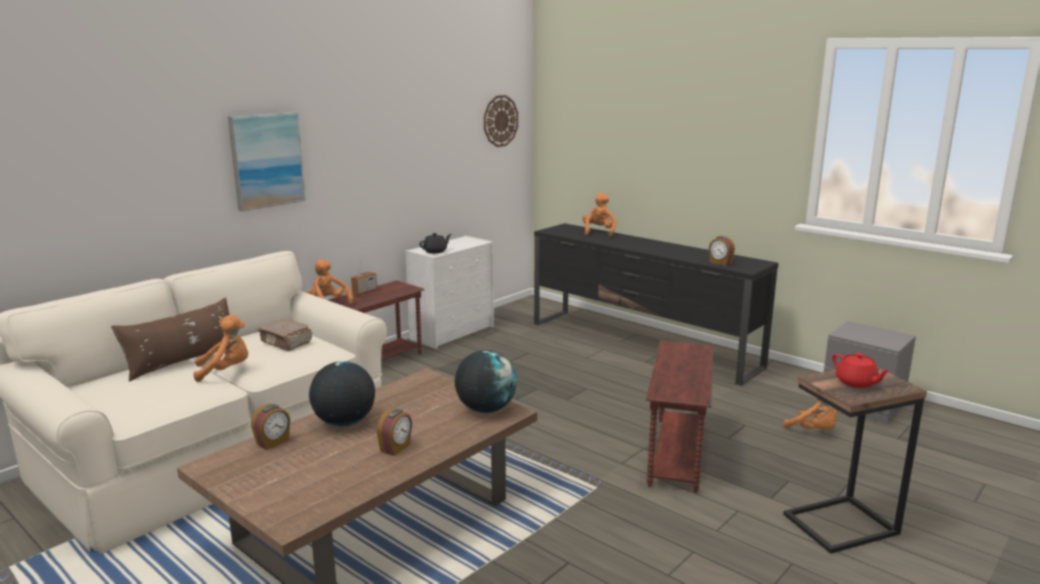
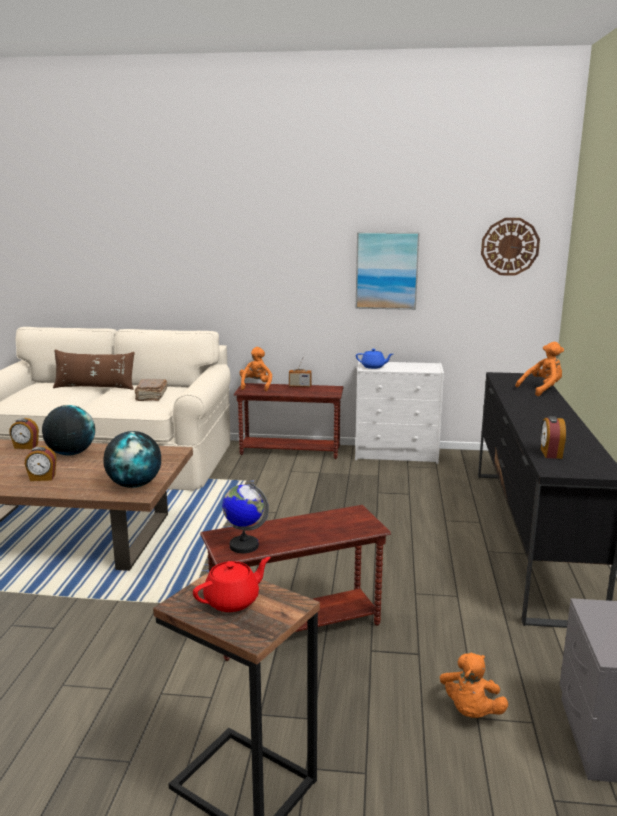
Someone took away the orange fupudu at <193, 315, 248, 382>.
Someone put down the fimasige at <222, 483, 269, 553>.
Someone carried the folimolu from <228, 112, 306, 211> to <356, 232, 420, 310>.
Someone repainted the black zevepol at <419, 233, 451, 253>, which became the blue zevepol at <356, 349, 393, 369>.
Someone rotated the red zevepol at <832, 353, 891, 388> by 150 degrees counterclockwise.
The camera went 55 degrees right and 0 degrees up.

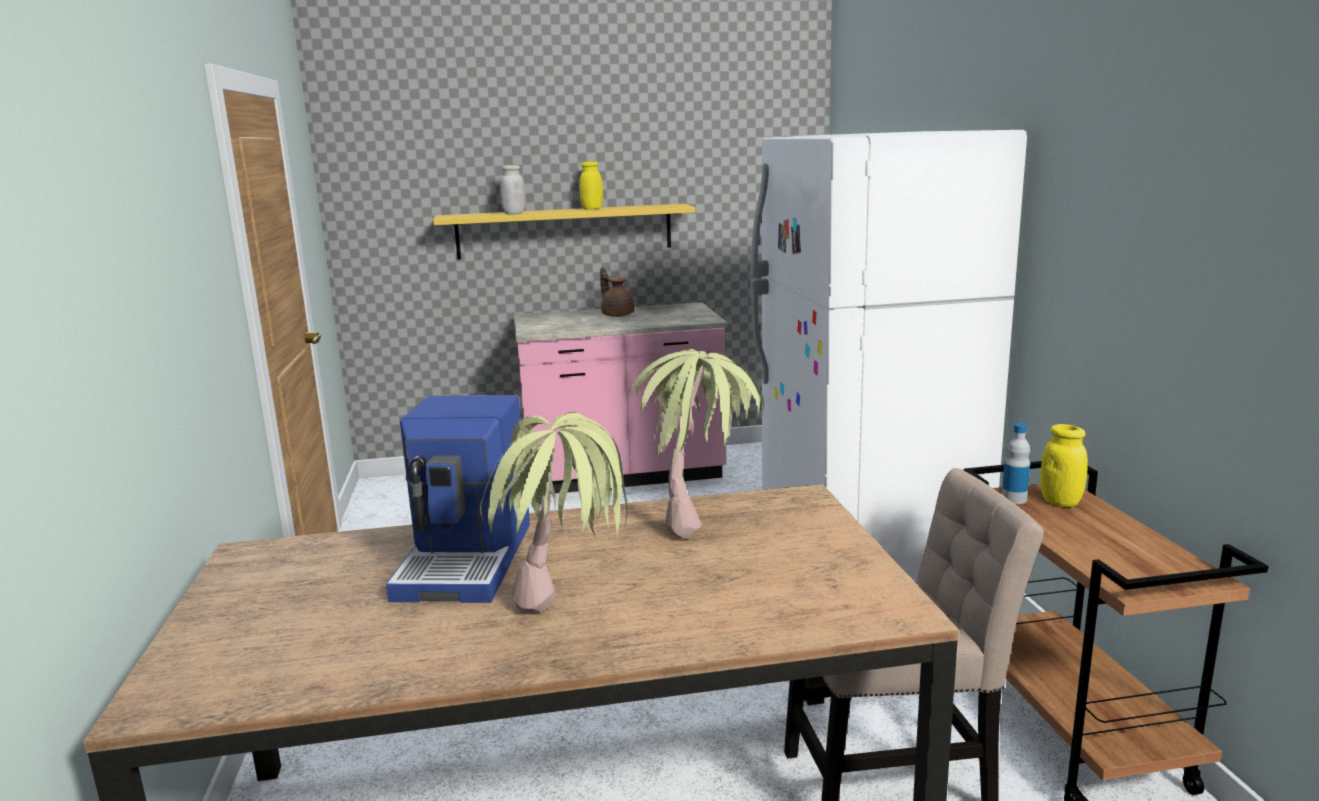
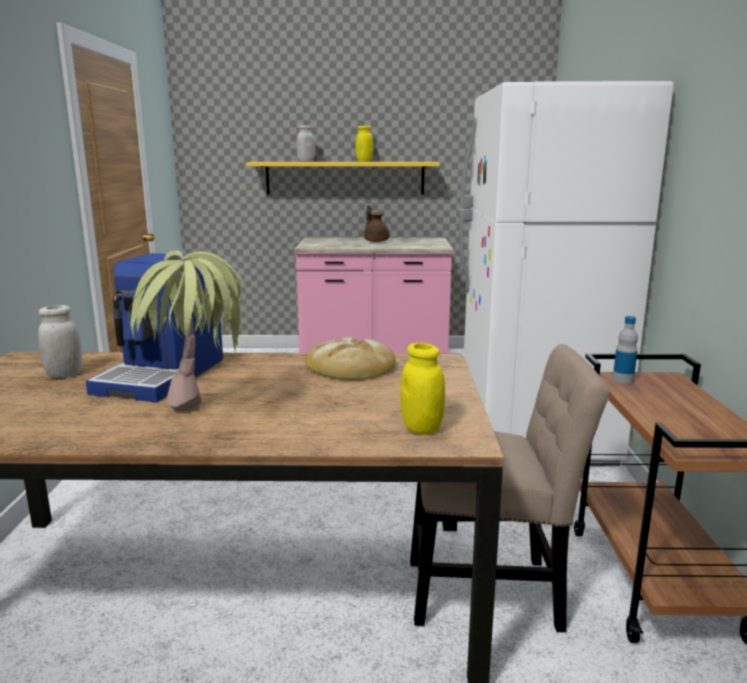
Someone put down the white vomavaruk at <38, 305, 82, 378>.
Someone carried the yellow vomavaruk from <1040, 424, 1088, 507> to <400, 343, 445, 435>.
Someone swapped the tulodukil at <627, 349, 764, 539> for the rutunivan at <305, 337, 396, 380>.
The camera went 10 degrees right and 0 degrees up.

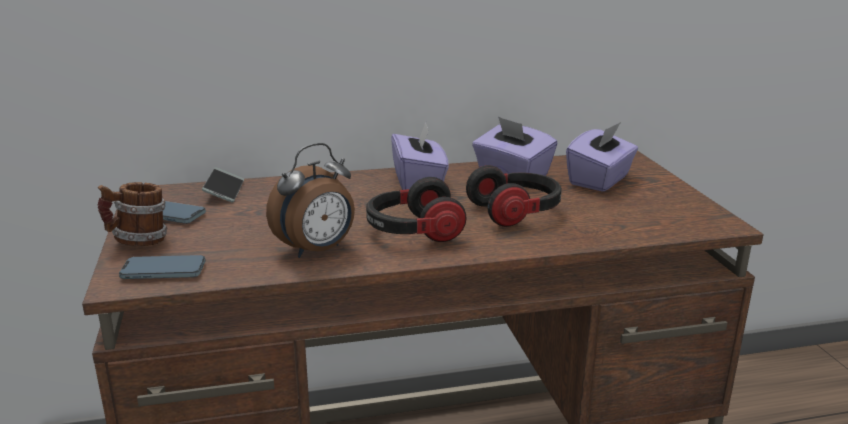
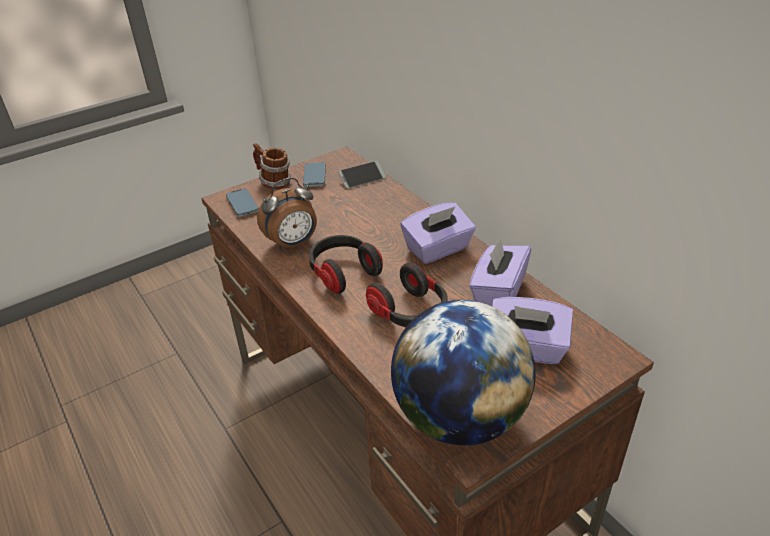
Someone put down the fimasige at <391, 300, 535, 445>.
Someone rotated the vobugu at <266, 143, 355, 258> by 60 degrees counterclockwise.
The camera went 70 degrees right and 15 degrees up.

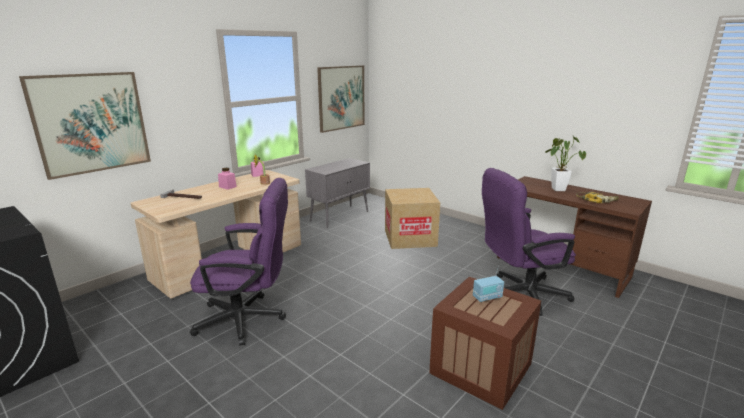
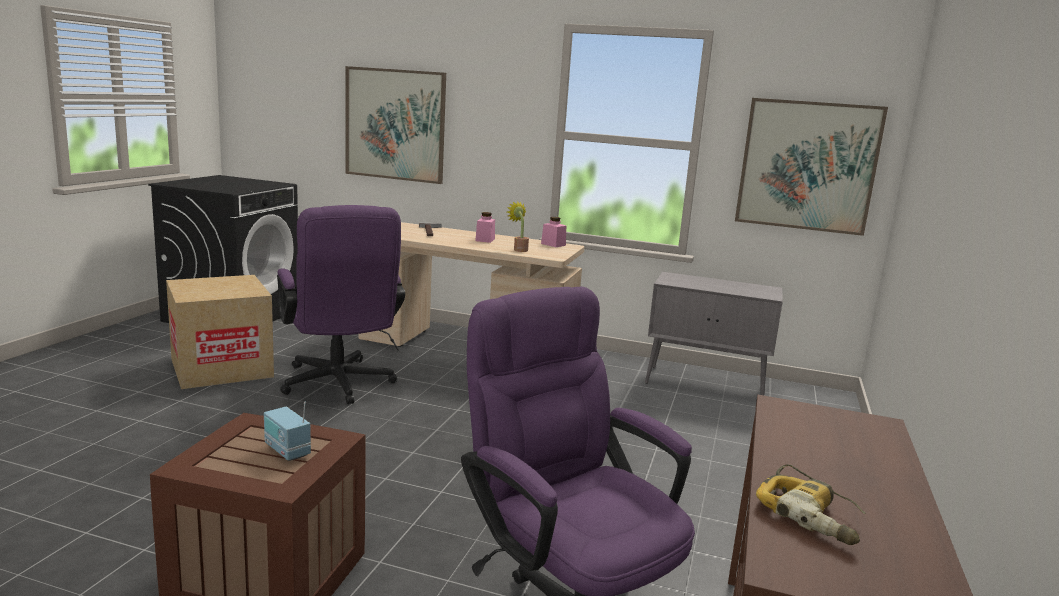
Someone took away the tulodukil at <545, 136, 586, 191>.
Someone carried the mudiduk from <385, 188, 440, 249> to <166, 275, 274, 389>.
The camera went 65 degrees right and 5 degrees down.

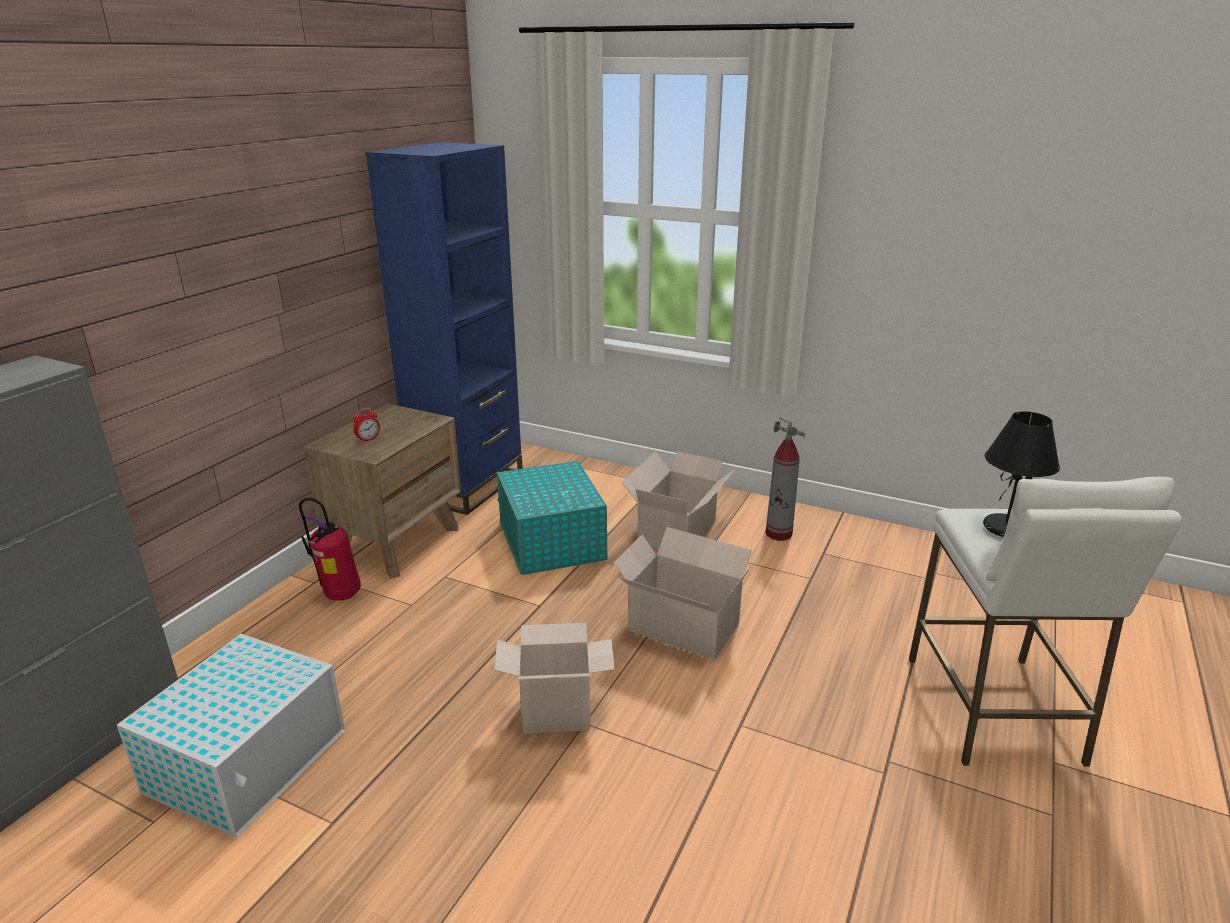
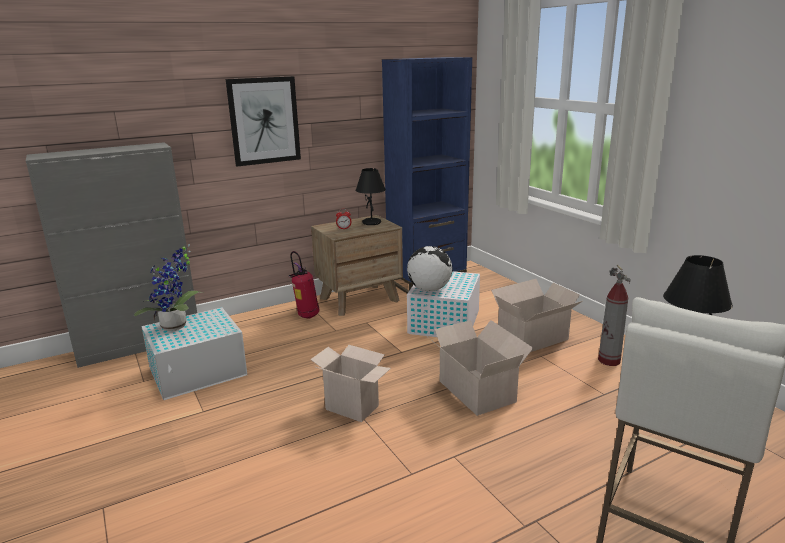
Someone put down the tulodukil at <134, 244, 203, 331>.
Someone put up the folimolu at <226, 76, 301, 167>.
Someone put down the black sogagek at <355, 168, 386, 225>.
Someone put down the fimasige at <407, 246, 452, 291>.
Someone repainted the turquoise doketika at <497, 461, 607, 575>, which became the white doketika at <407, 271, 480, 337>.
The camera went 35 degrees right and 5 degrees down.

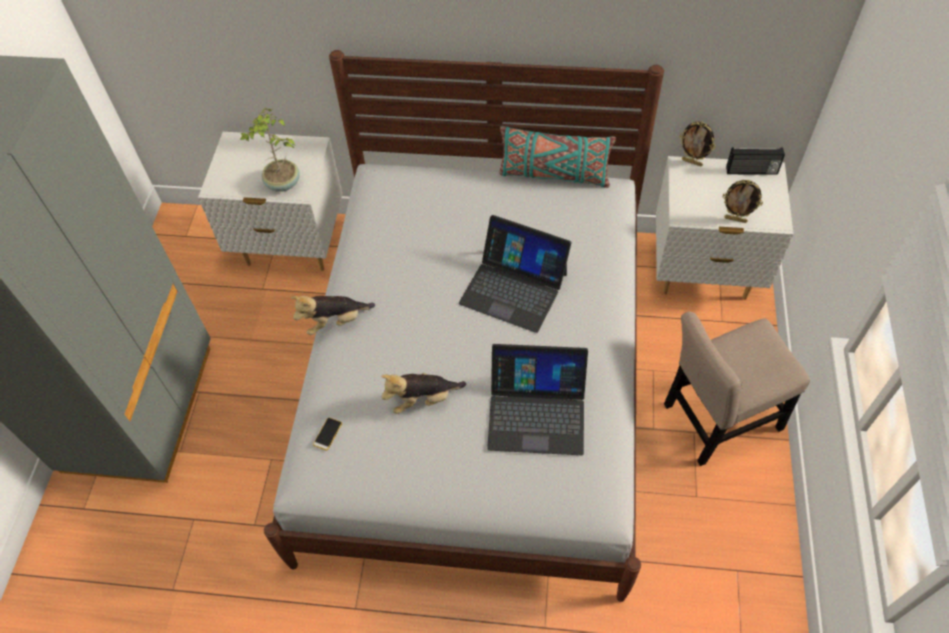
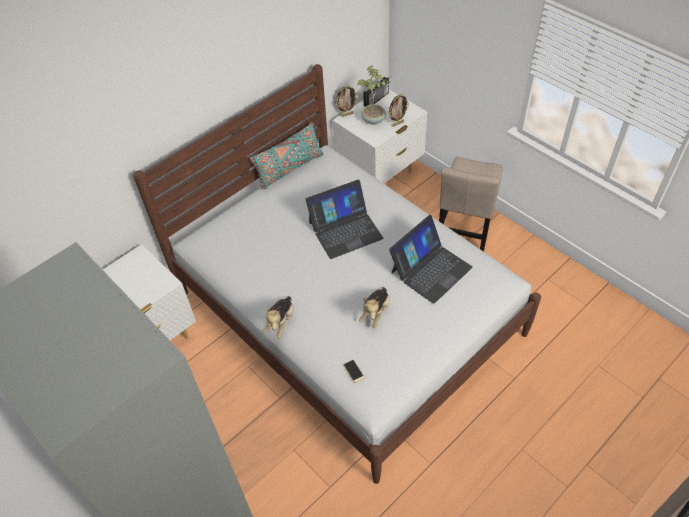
Someone carried the tulodukil from <240, 107, 300, 192> to <357, 65, 393, 125>.
The camera went 50 degrees left and 5 degrees down.

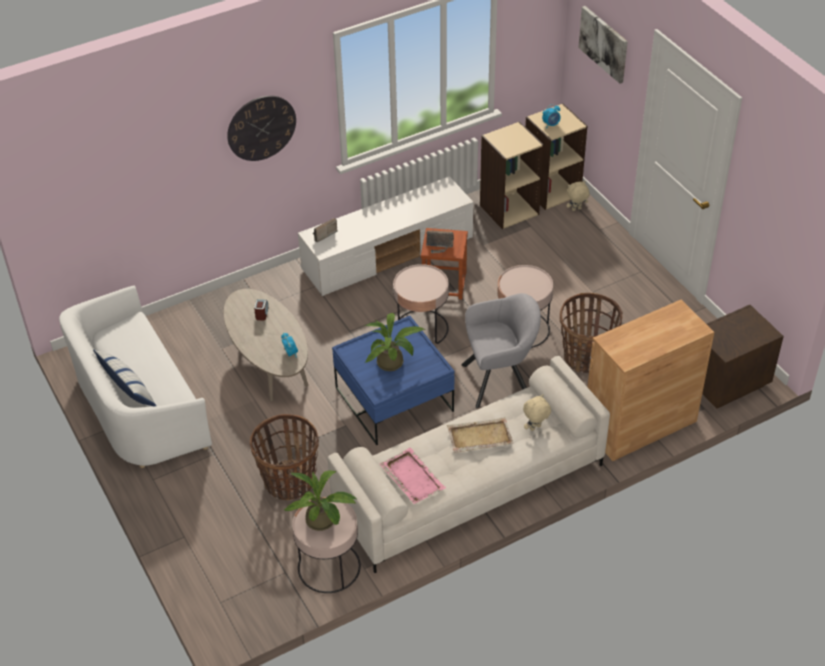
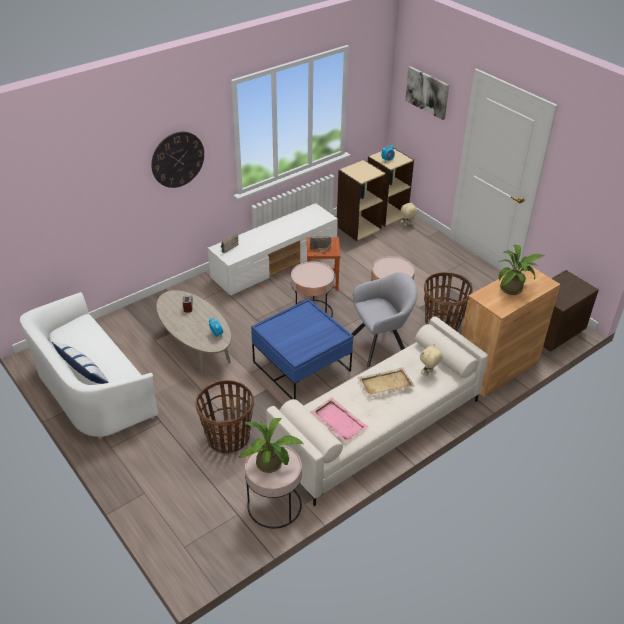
Someone carried the tulodukil from <365, 313, 425, 371> to <499, 245, 544, 295>.
The camera went 10 degrees left and 5 degrees down.

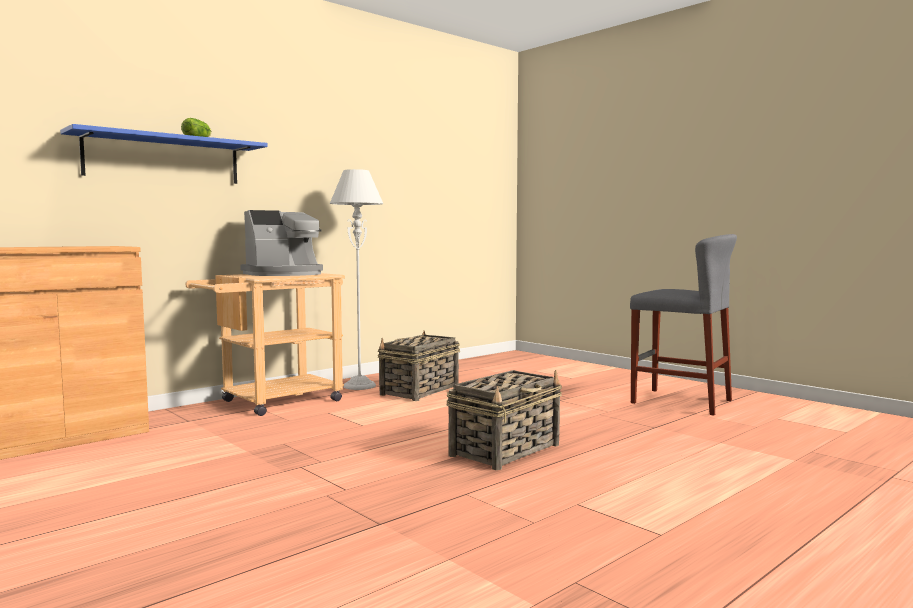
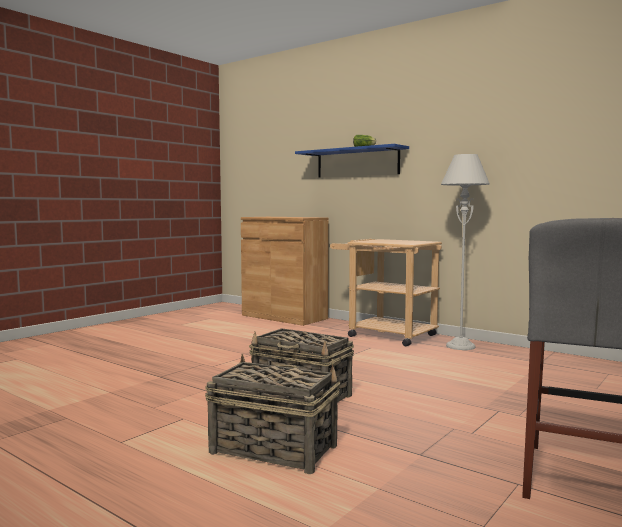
Someone took away the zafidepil at <240, 210, 323, 276>.
Someone carried the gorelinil from <378, 331, 460, 401> to <205, 354, 340, 474>.
The camera went 80 degrees right and 0 degrees up.

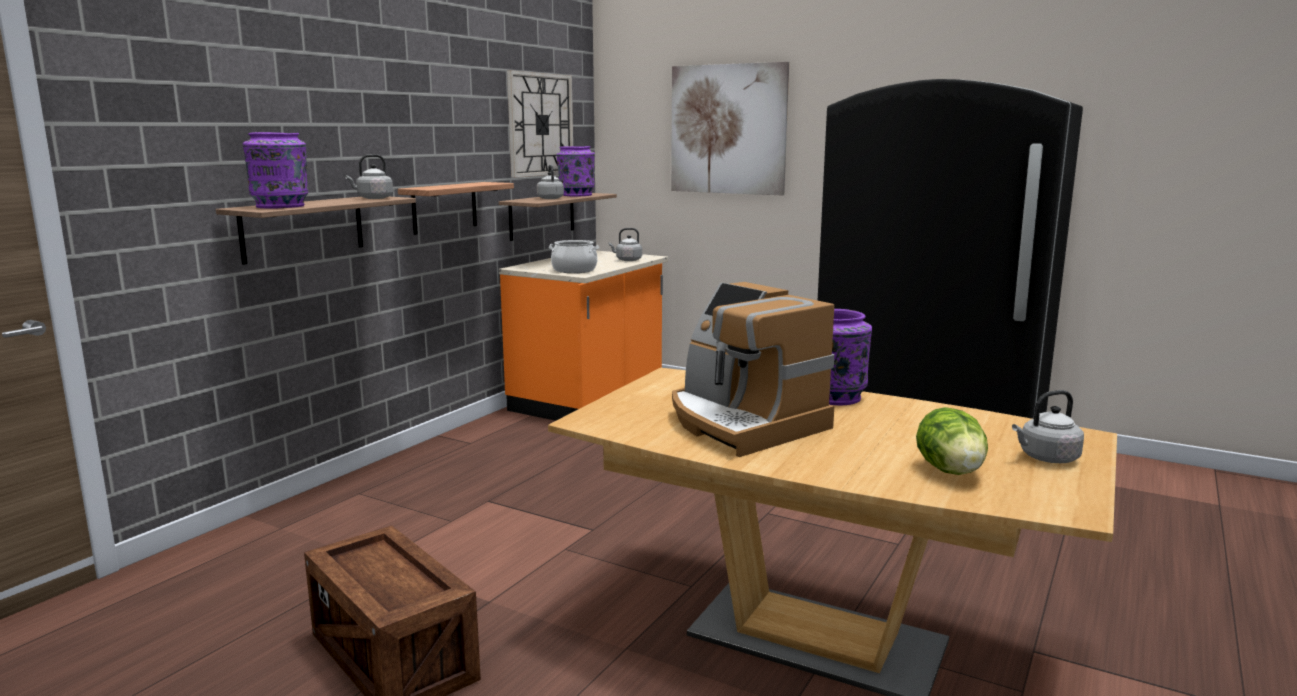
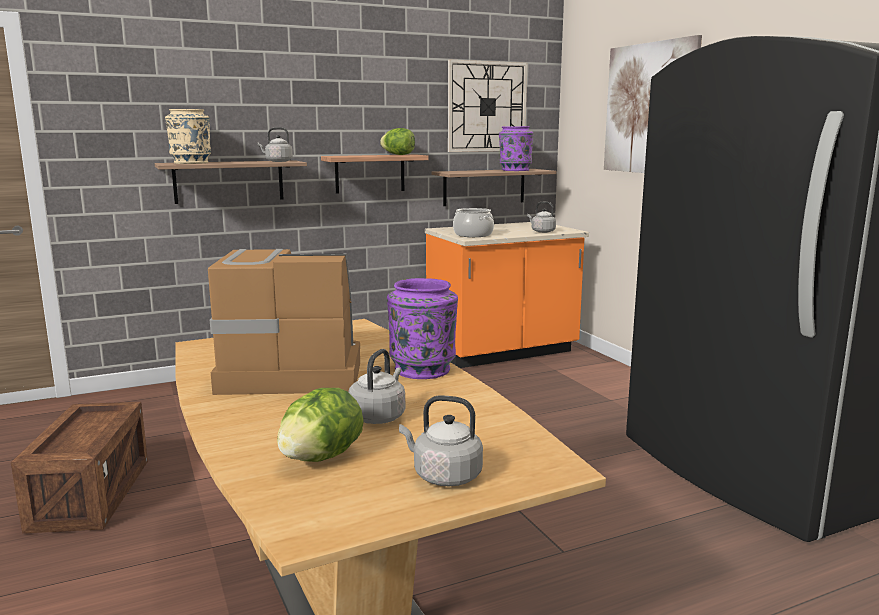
Someone put down the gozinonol at <380, 128, 415, 155>.
Someone carried the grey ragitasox from <537, 165, 564, 199> to <348, 349, 405, 424>.
Someone repainted the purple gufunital at <243, 132, 308, 209>, which became the beige gufunital at <165, 109, 211, 164>.
Someone rotated the zafidepil at <672, 282, 834, 457> by 90 degrees clockwise.
The camera went 35 degrees right and 0 degrees up.

